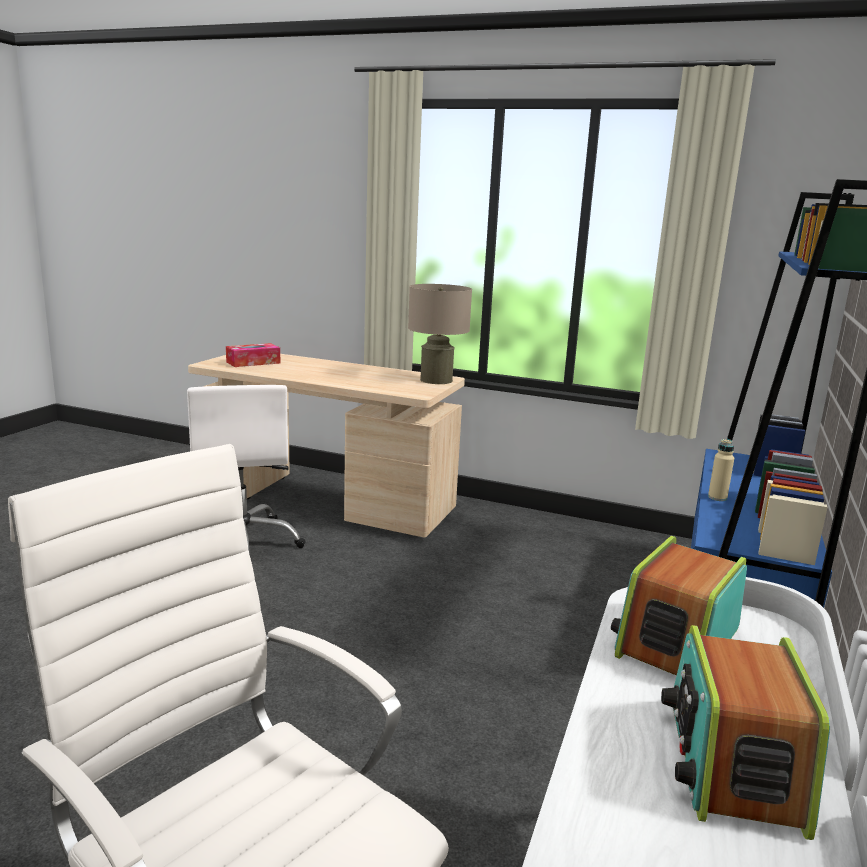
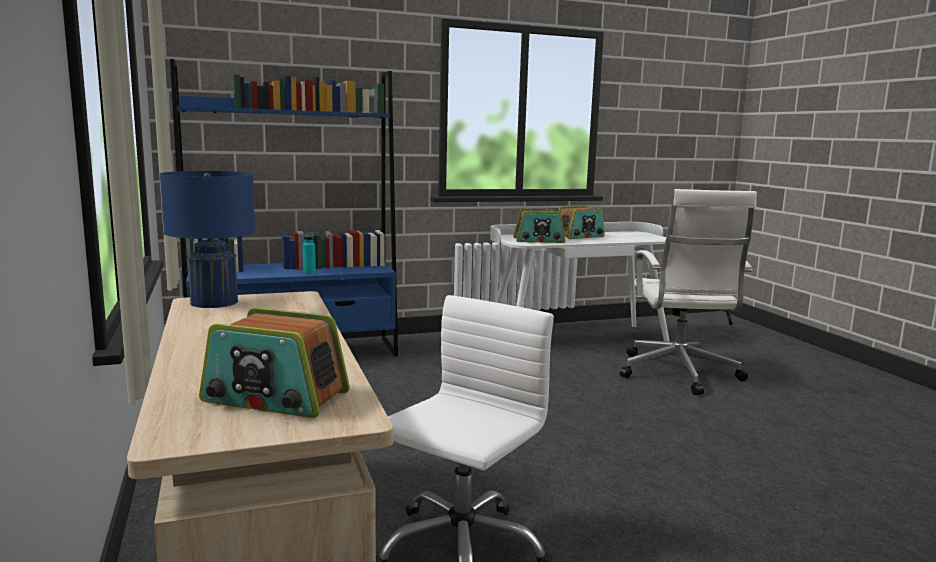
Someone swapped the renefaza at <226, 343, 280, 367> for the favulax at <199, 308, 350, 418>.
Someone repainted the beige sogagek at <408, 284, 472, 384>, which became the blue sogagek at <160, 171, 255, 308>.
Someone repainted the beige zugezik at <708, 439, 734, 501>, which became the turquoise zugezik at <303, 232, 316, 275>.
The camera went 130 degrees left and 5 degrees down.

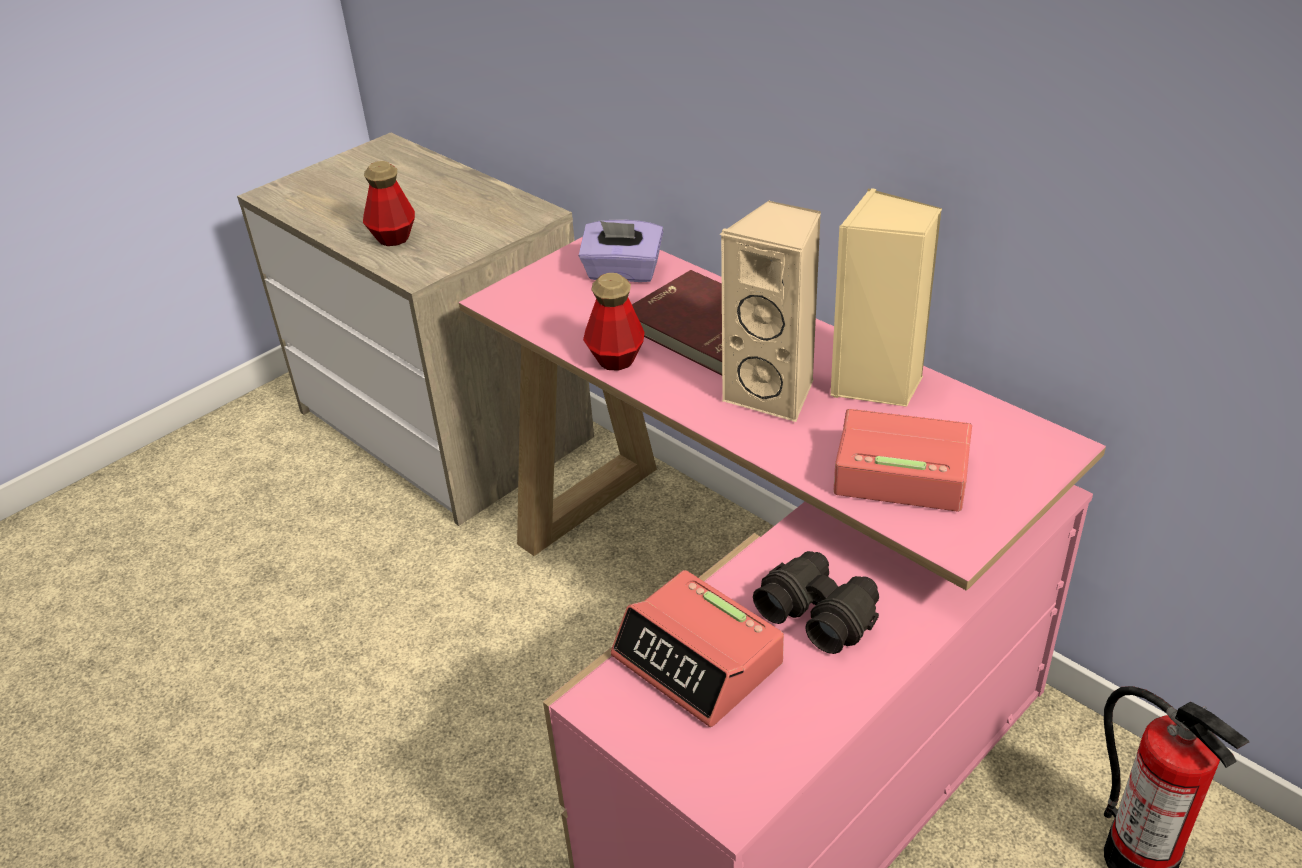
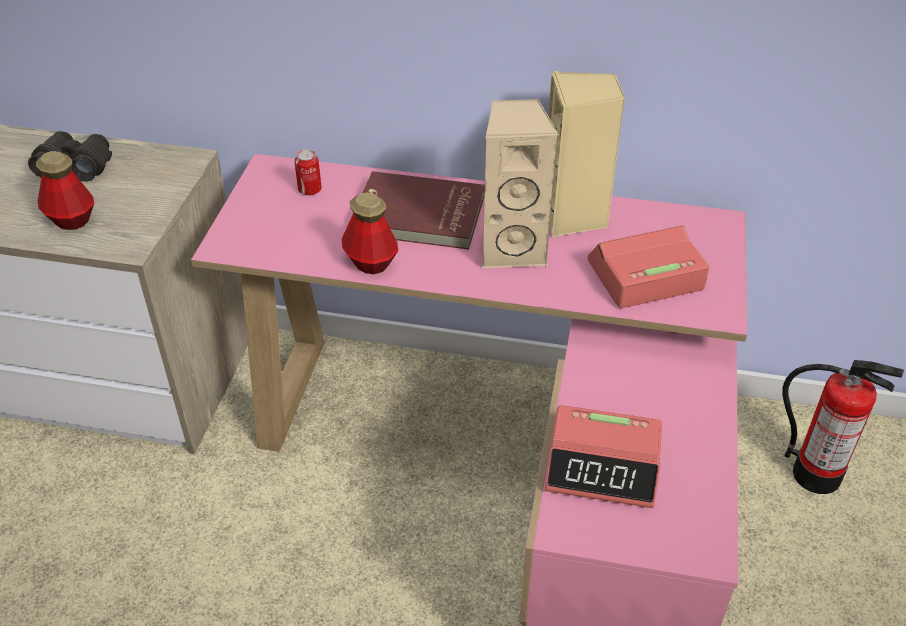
Someone carried the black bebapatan from <753, 551, 879, 654> to <28, 131, 112, 182>.
Someone swapped the purple renefaza at <579, 219, 664, 282> for the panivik at <294, 149, 322, 195>.
The camera went 35 degrees left and 5 degrees up.

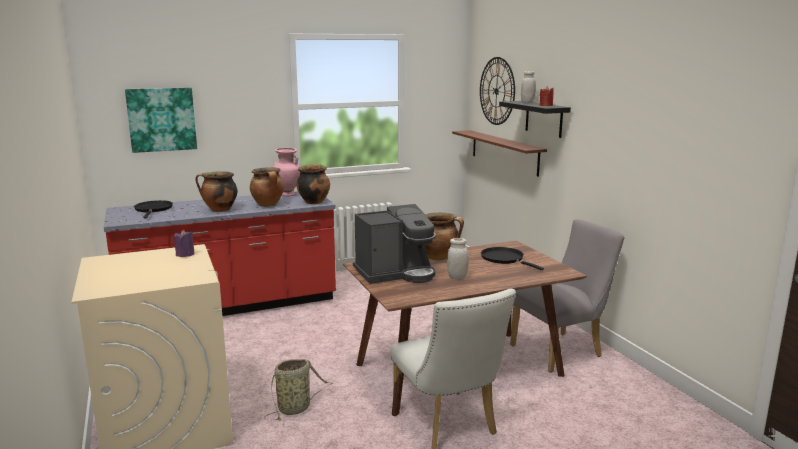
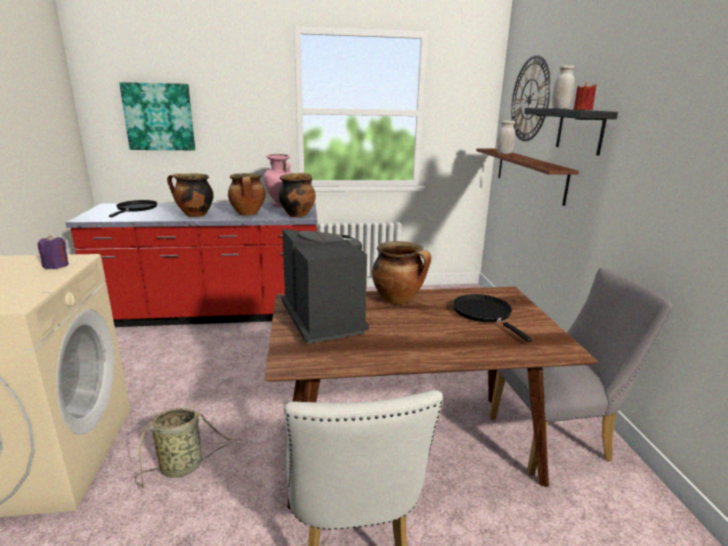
Someone carried the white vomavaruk from <447, 238, 469, 279> to <497, 120, 515, 154>.
Someone rotated the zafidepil at <353, 204, 436, 284> by 105 degrees counterclockwise.
The camera went 15 degrees right and 5 degrees up.

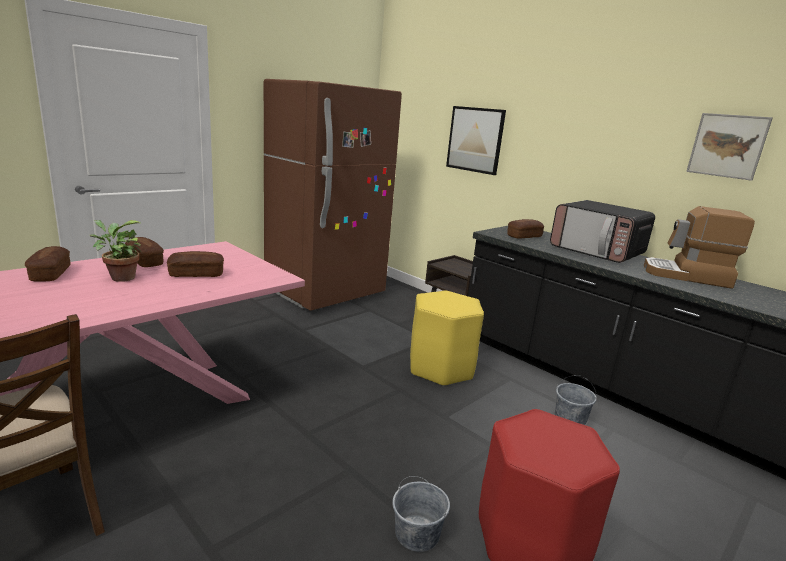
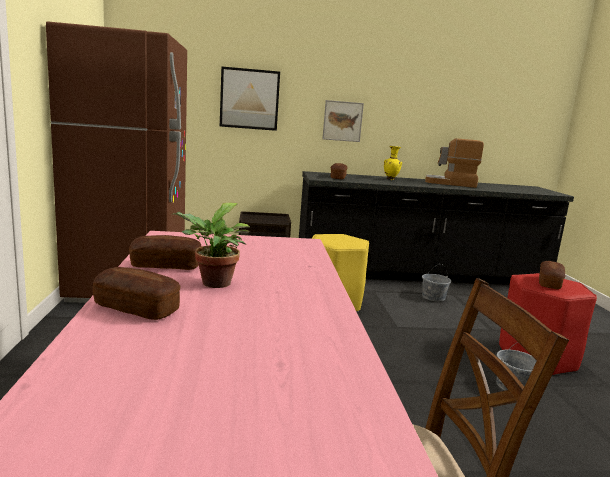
Someone carried the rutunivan from <167, 251, 224, 277> to <539, 261, 566, 289>.
Someone carried the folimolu from <686, 113, 773, 181> to <322, 100, 364, 142>.
Someone swapped the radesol at <550, 200, 655, 263> for the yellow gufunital at <384, 146, 402, 180>.
Someone rotated the zafidepil at <644, 206, 755, 289> by 45 degrees clockwise.
The camera went 50 degrees left and 5 degrees down.

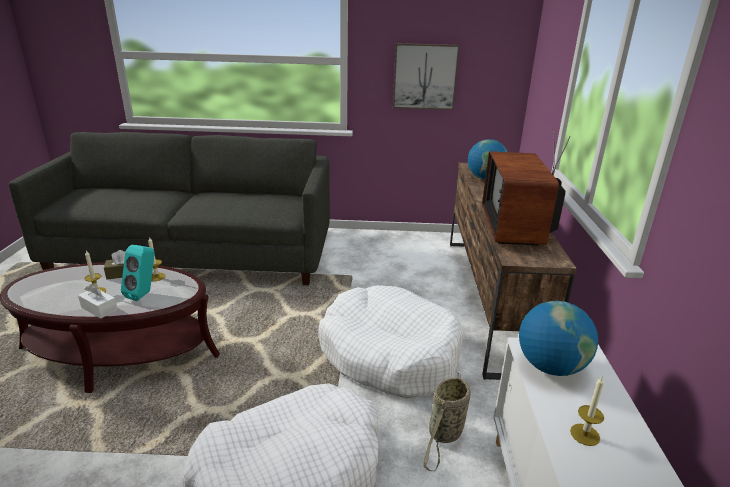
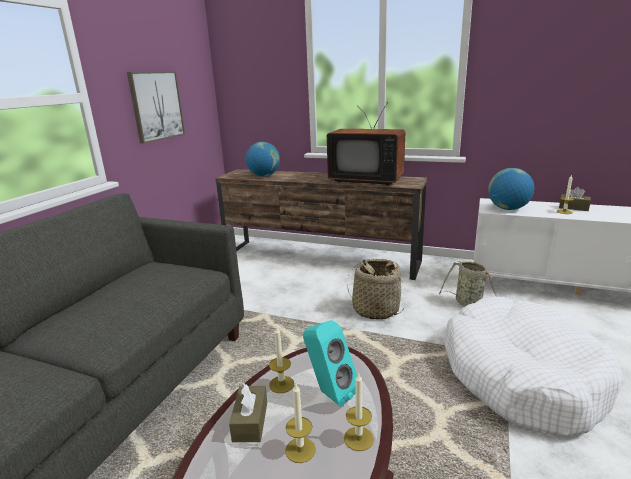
Someone put down the brown renefaza at <559, 187, 591, 211>.
Someone swapped the white renefaza at <78, 284, 118, 318> for the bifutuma at <344, 373, 374, 451>.
Someone swapped the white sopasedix at <318, 285, 464, 398> for the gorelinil at <347, 259, 403, 320>.
The camera went 70 degrees left and 5 degrees down.

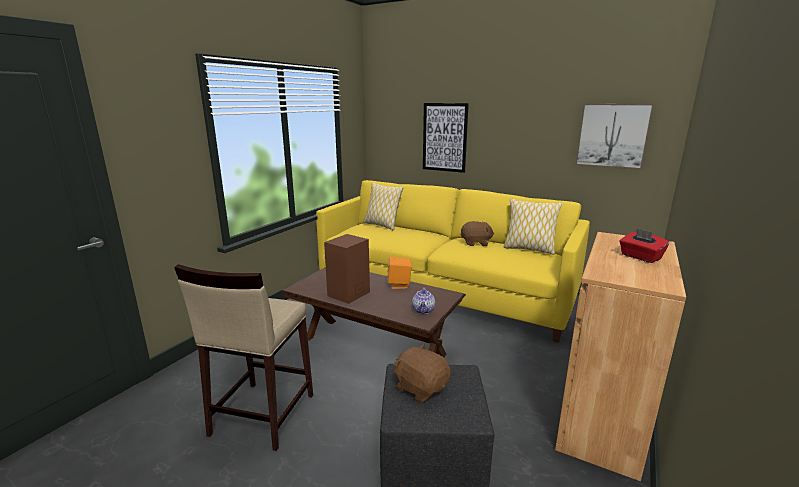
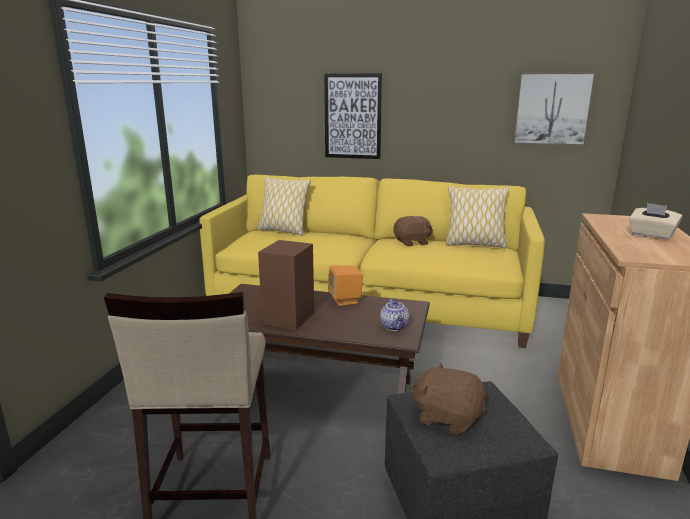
Someone repainted the red renefaza at <619, 228, 669, 263>, which became the beige renefaza at <629, 203, 682, 240>.
The camera went 15 degrees left and 0 degrees up.

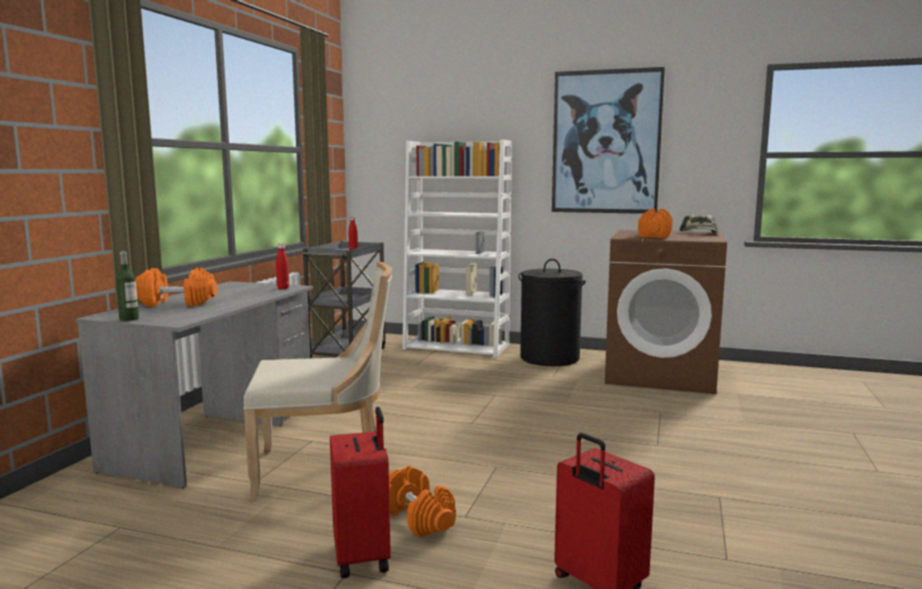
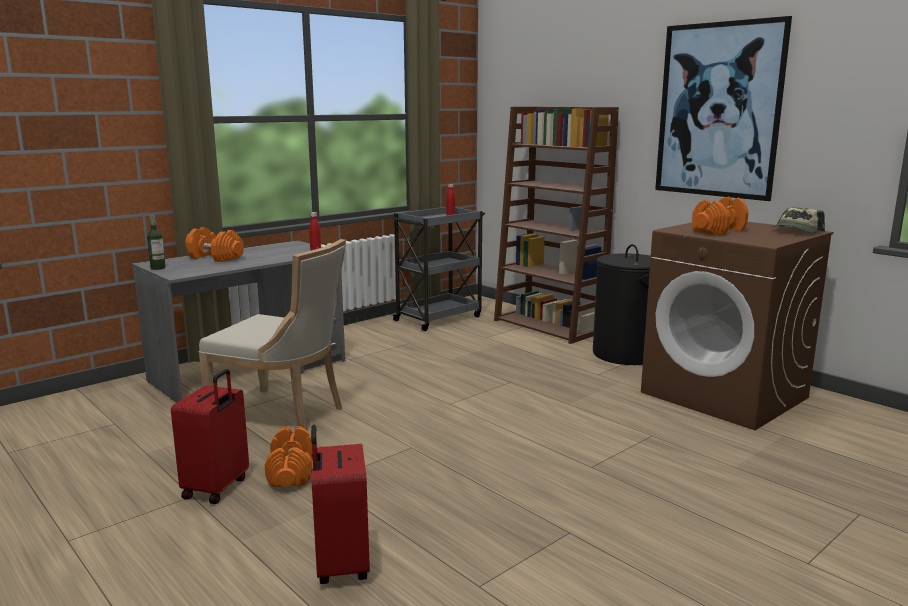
Someone repainted the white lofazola at <402, 139, 512, 358>, which became the brown lofazola at <494, 107, 619, 344>.
The camera went 30 degrees right and 5 degrees up.

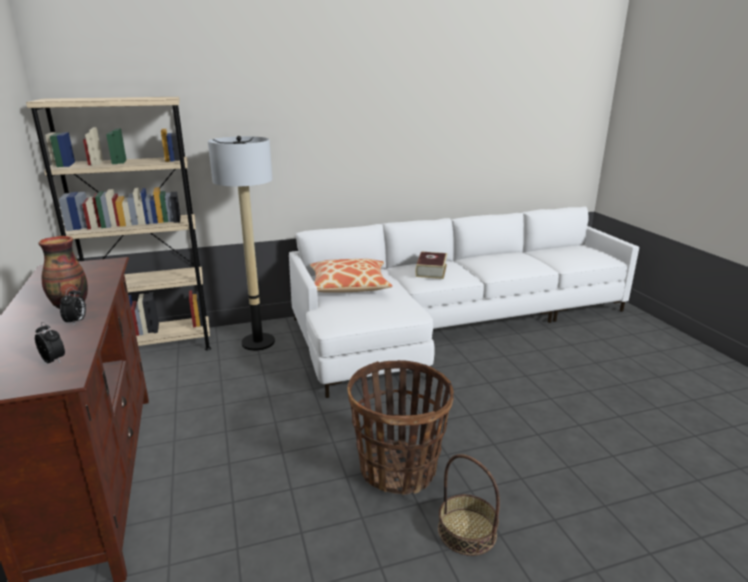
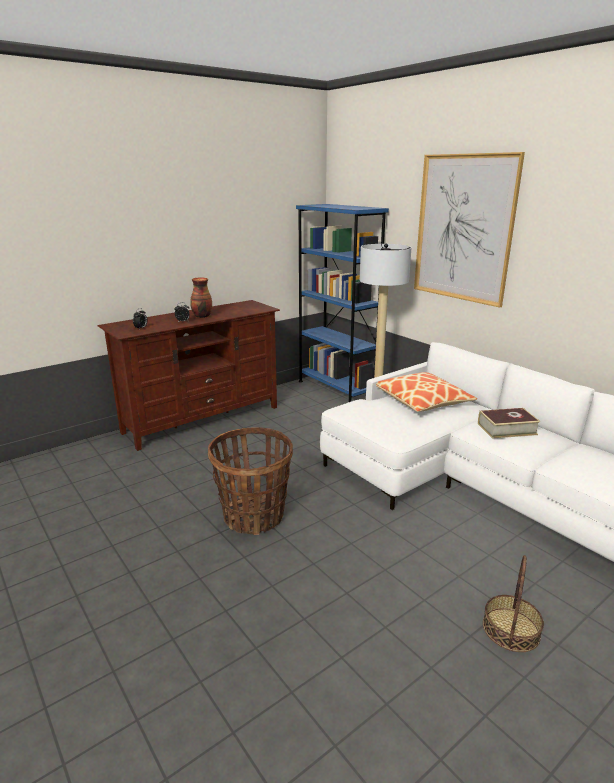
Someone put up the folimolu at <414, 152, 525, 308>.
Someone carried the gorelinil from <438, 454, 500, 556> to <483, 555, 544, 652>.
Someone repainted the beige lofazola at <26, 97, 211, 350>, which became the blue lofazola at <296, 204, 389, 402>.
The camera went 70 degrees right and 0 degrees up.

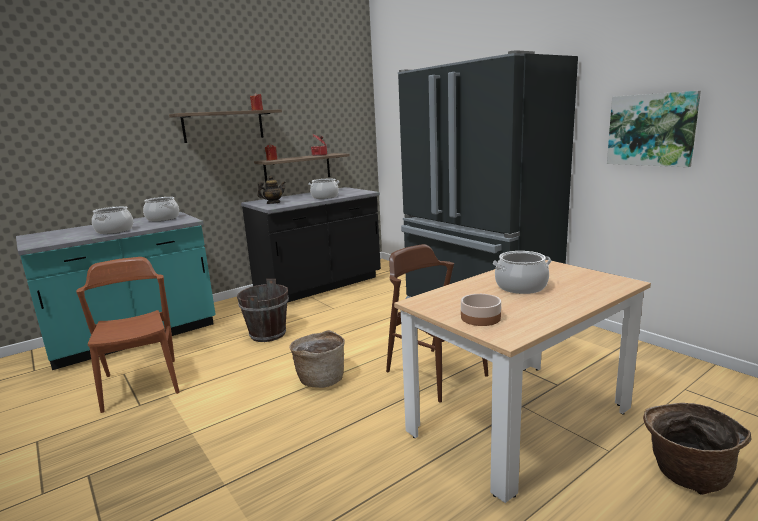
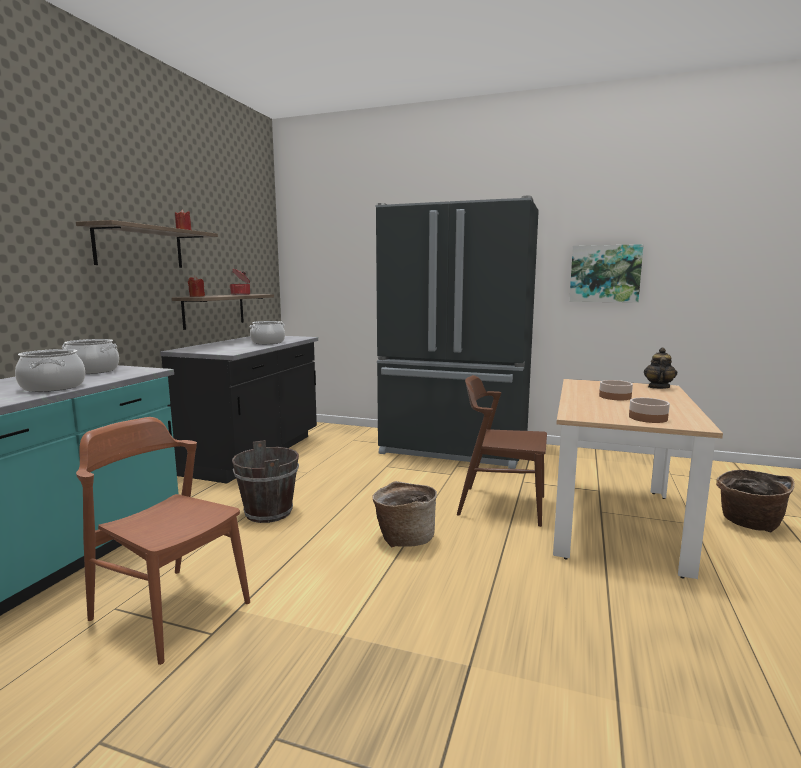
Someone carried the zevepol from <257, 176, 286, 204> to <644, 348, 677, 389>.
Someone swapped the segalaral at <493, 251, 551, 294> for the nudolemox at <599, 380, 633, 400>.
The camera went 35 degrees left and 5 degrees down.

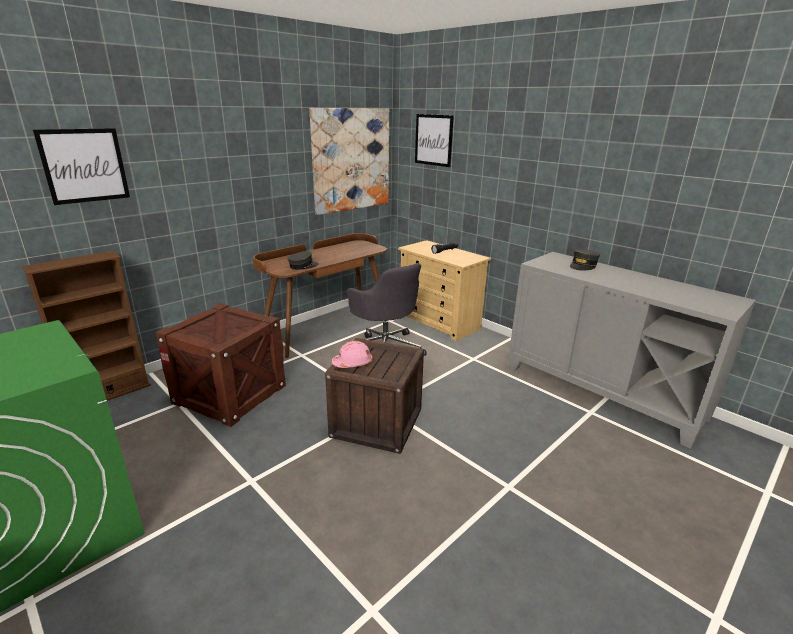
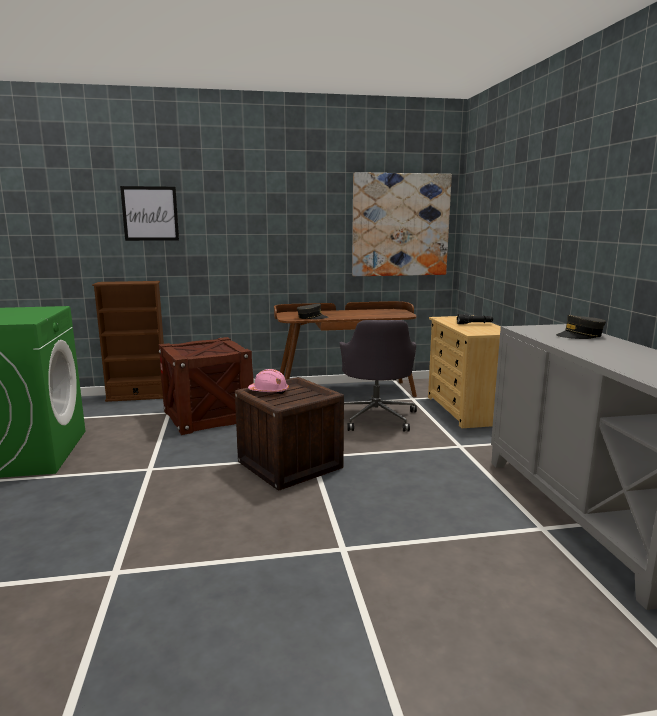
Someone took away the folimolu at <415, 114, 454, 167>.
The camera went 35 degrees right and 10 degrees down.

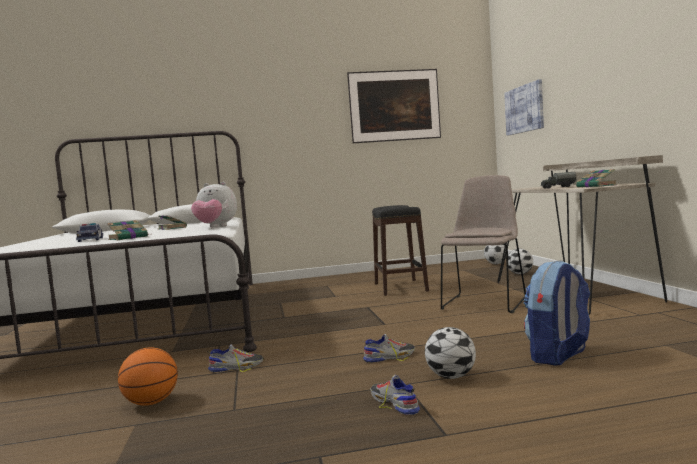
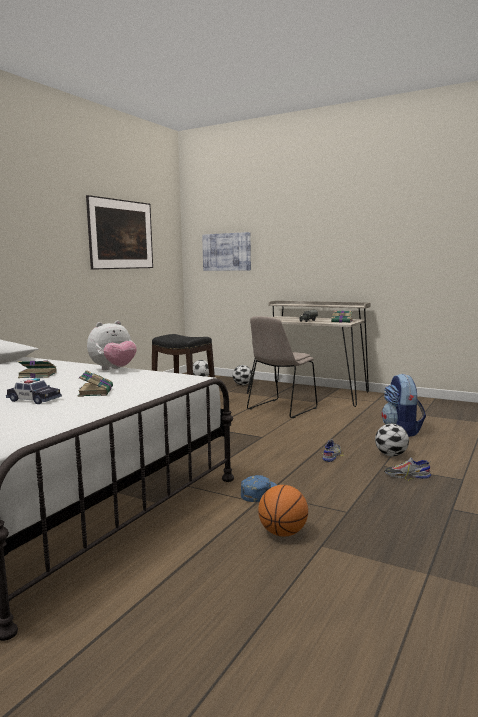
Someone swapped the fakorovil at <207, 344, 264, 372> for the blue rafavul at <241, 475, 277, 502>.
Someone rotated the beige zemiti at <441, 175, 526, 313> by 120 degrees counterclockwise.
The camera went 50 degrees left and 5 degrees up.

